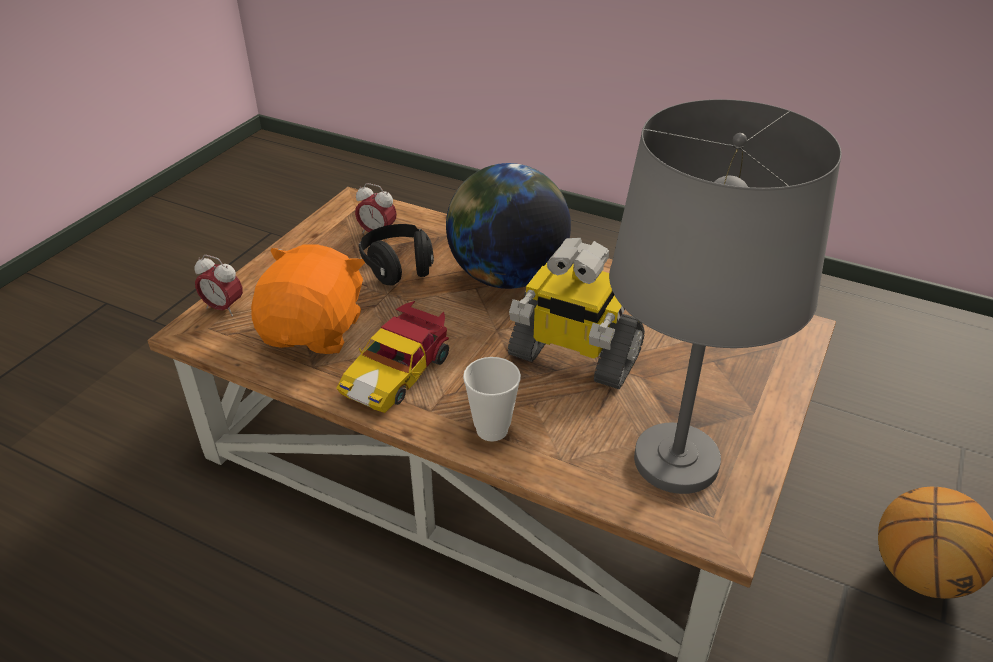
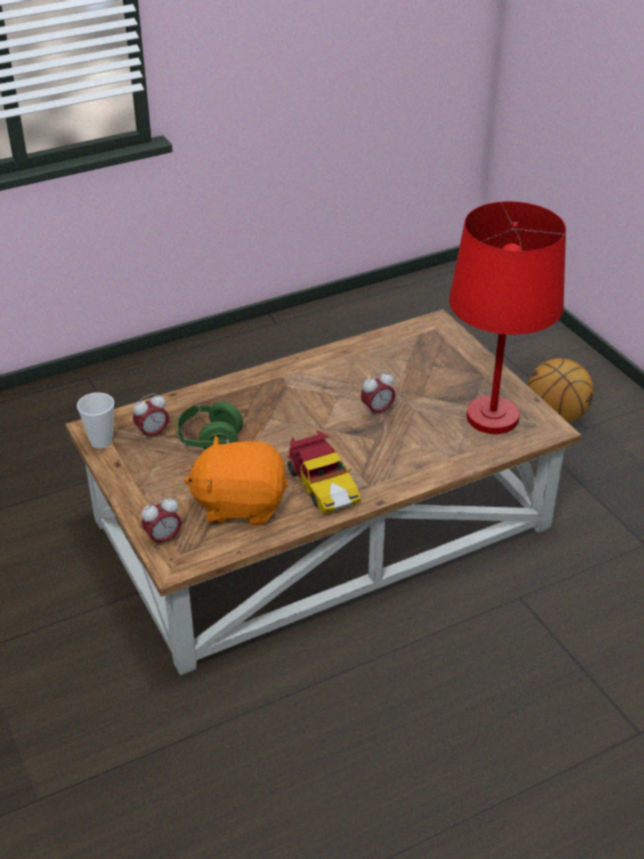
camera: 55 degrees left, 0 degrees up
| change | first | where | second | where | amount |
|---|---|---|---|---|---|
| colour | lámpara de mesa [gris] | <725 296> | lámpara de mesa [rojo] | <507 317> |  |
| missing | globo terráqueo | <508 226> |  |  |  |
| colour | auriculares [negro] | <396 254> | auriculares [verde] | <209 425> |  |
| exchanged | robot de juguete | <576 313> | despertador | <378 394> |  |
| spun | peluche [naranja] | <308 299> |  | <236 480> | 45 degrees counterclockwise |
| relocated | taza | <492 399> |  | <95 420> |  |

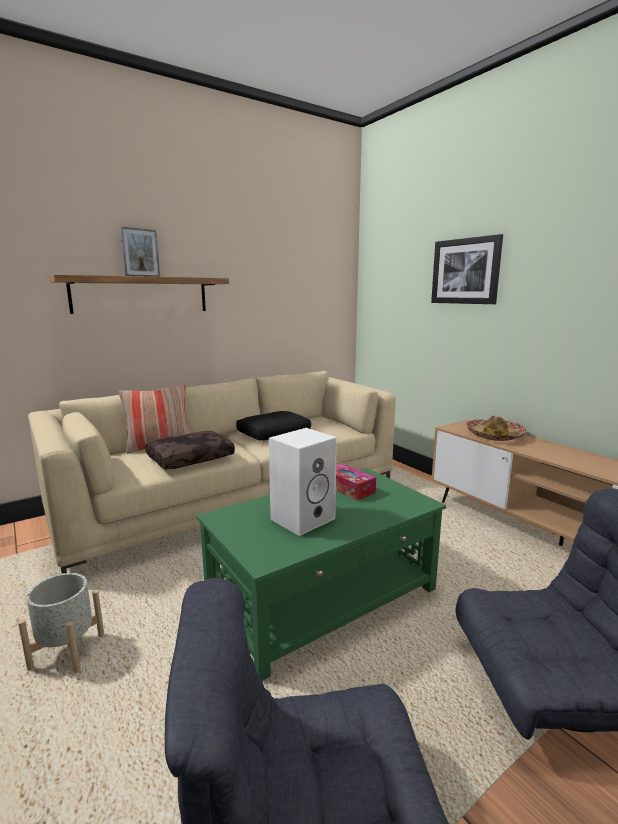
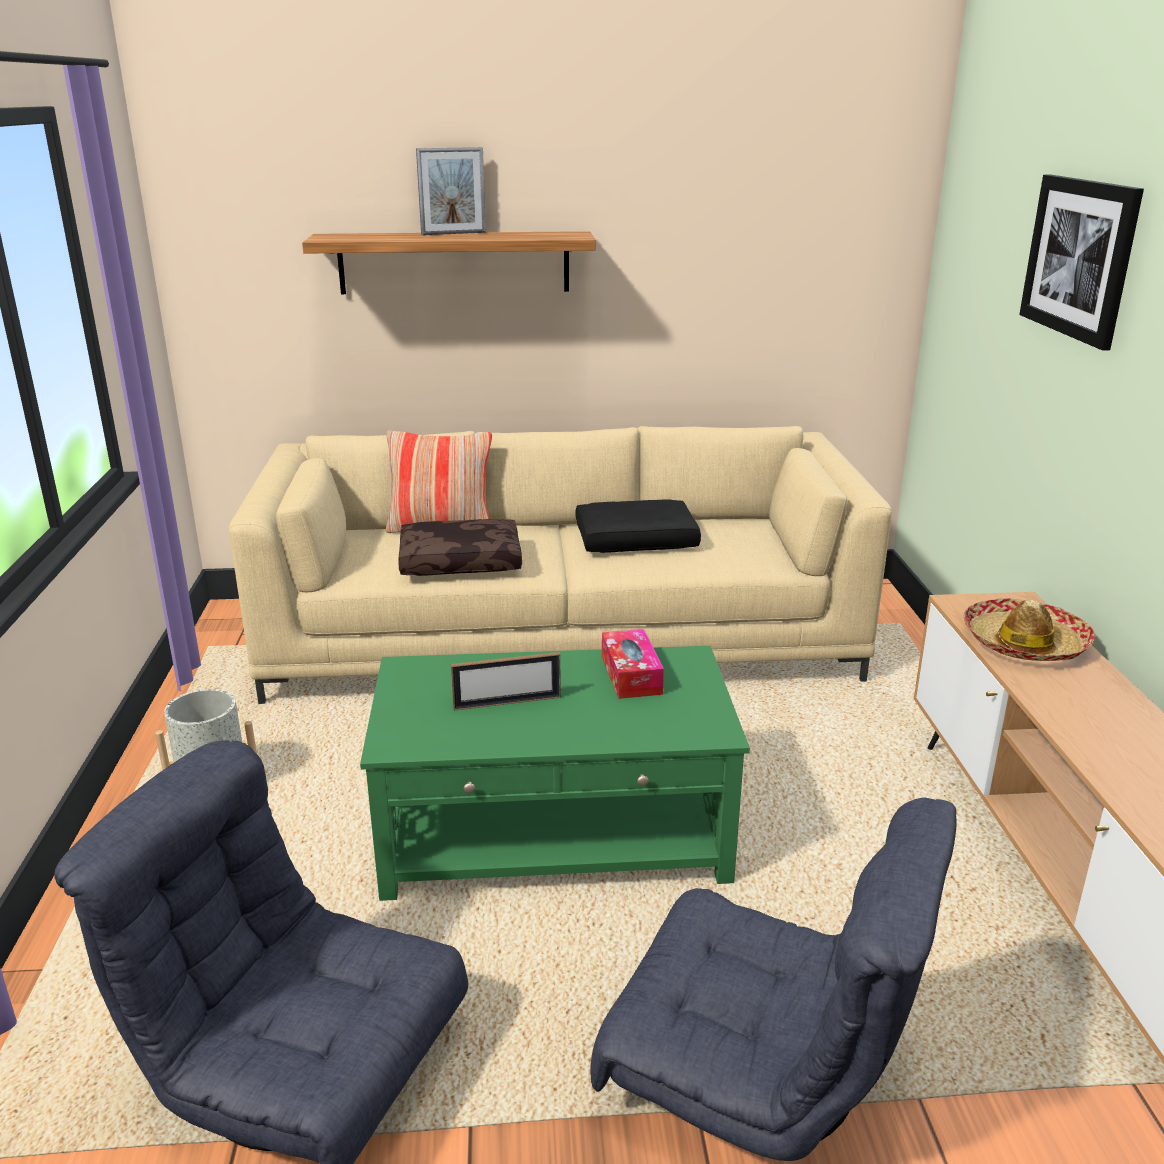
camera: 30 degrees right, 10 degrees up
| change | first | where | second | where | amount |
|---|---|---|---|---|---|
| exchanged | altavoz [blanco] | <303 482> | portarretratos | <506 681> |  |

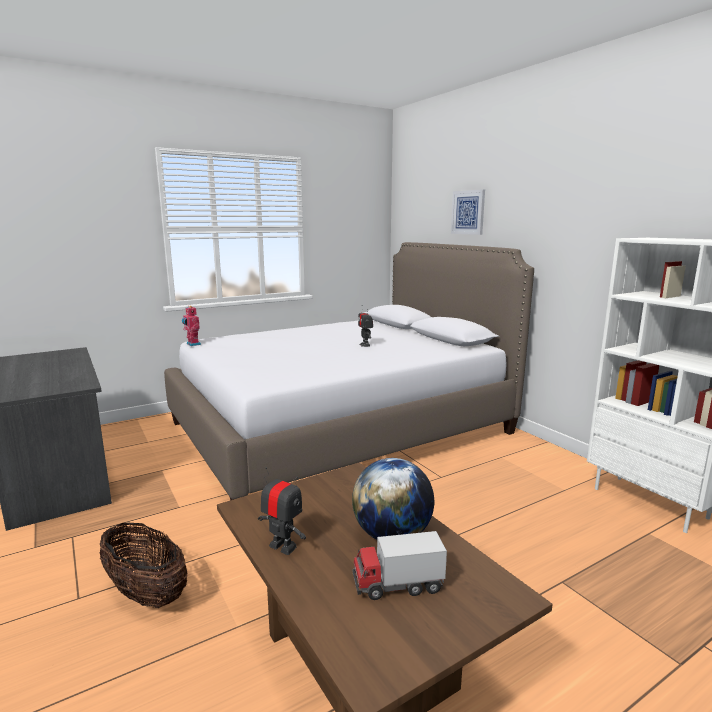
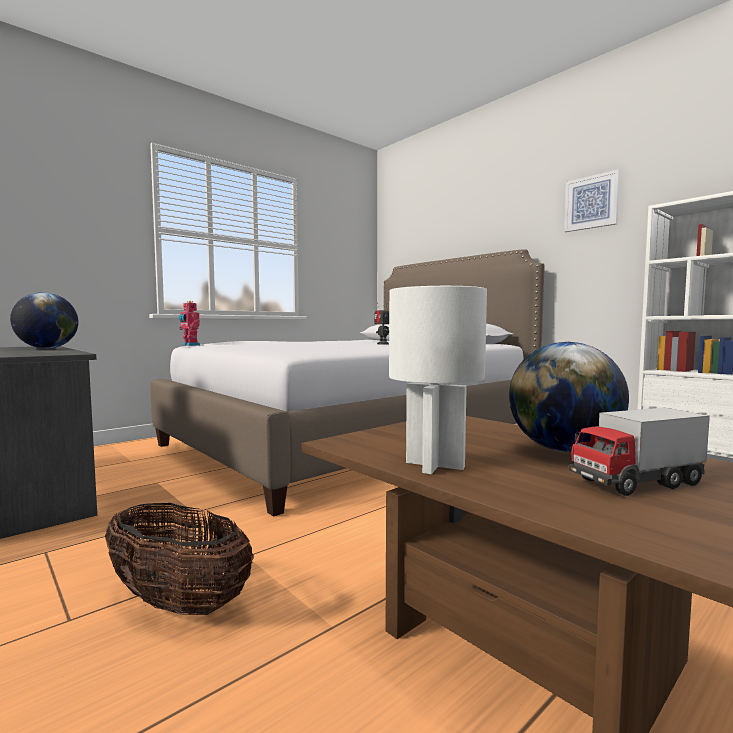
camera: 10 degrees left, 10 degrees down
| change | first | where | second | where | amount |
|---|---|---|---|---|---|
| relocated | cuadro | <468 212> |  | <592 200> |  |
| exchanged | robot de juguete | <282 511> | lámpara de mesa [blanco] | <438 380> |  |
| appeared |  |  | globo terráqueo | <44 320> |  |

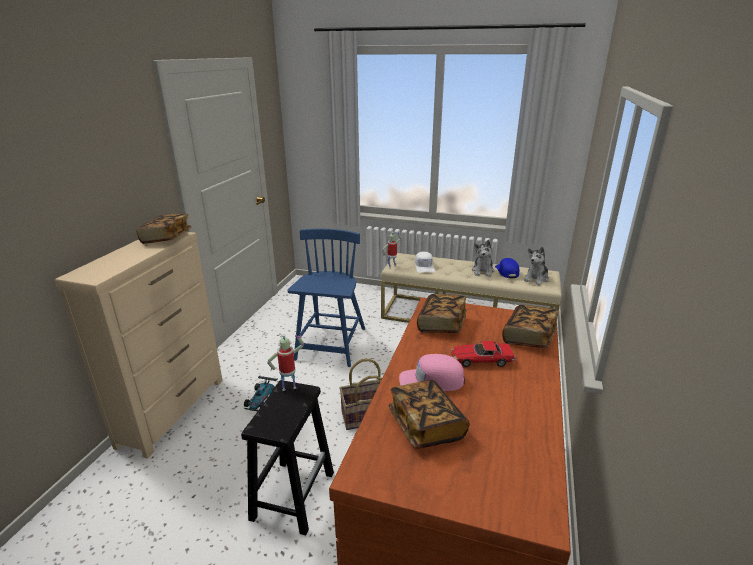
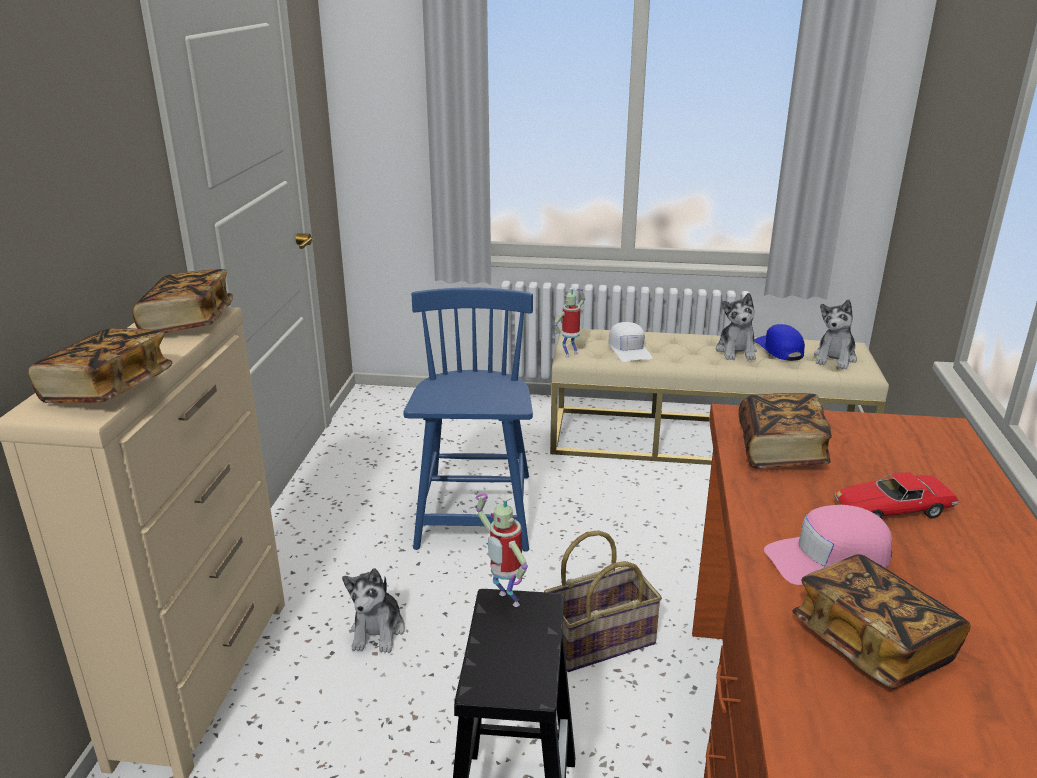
camera: 10 degrees left, 0 degrees up
| change | first | where | second | where | amount |
|---|---|---|---|---|---|
| relocated | libro | <530 326> |  | <100 365> |  |
| spun | robot de juguete | <285 362> |  | <502 550> | 105 degrees counterclockwise |
| exchanged | coche de juguete | <261 393> | peluche | <373 610> |  |

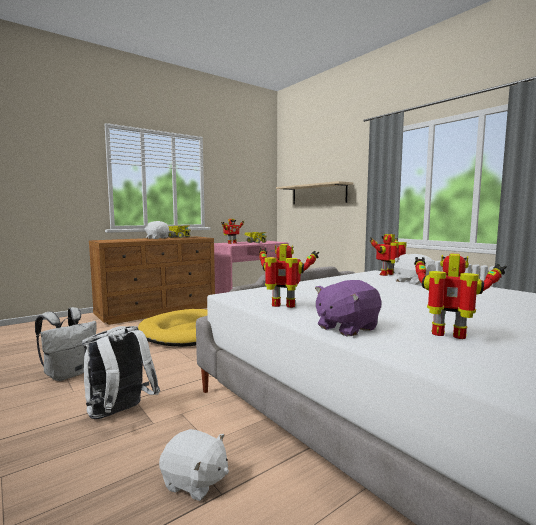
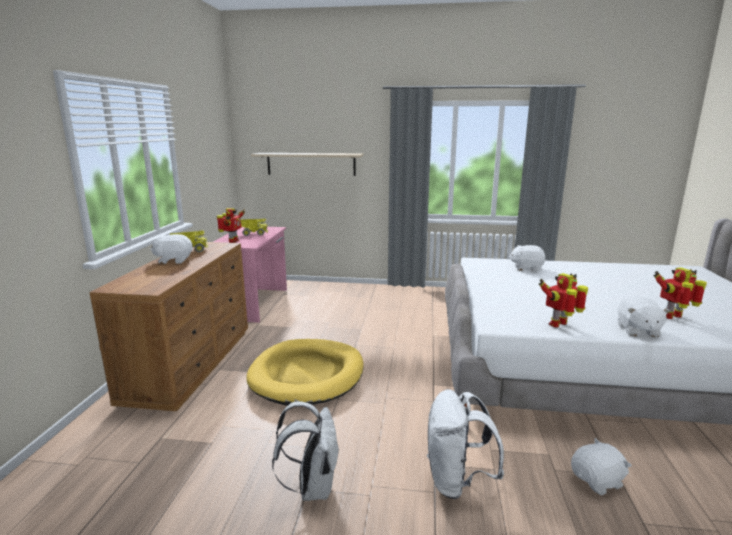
camera: 45 degrees left, 10 degrees up
| change | first | where | second | where | amount |
|---|---|---|---|---|---|
| missing | robot de juguete | <388 255> |  |  |  |
| colour | peluche [morado] | <348 308> | peluche [blanco] | <644 316> |  |

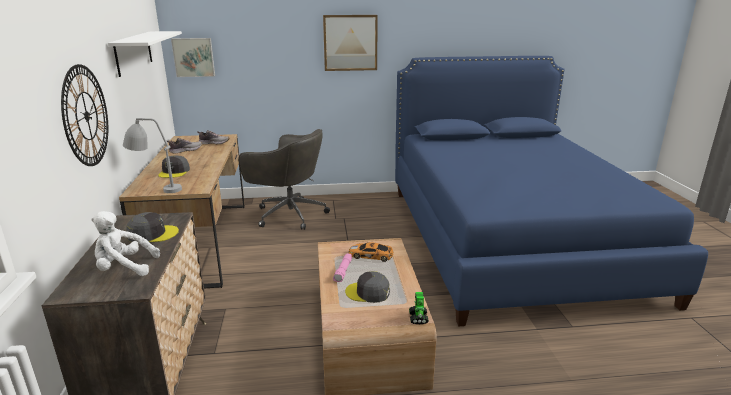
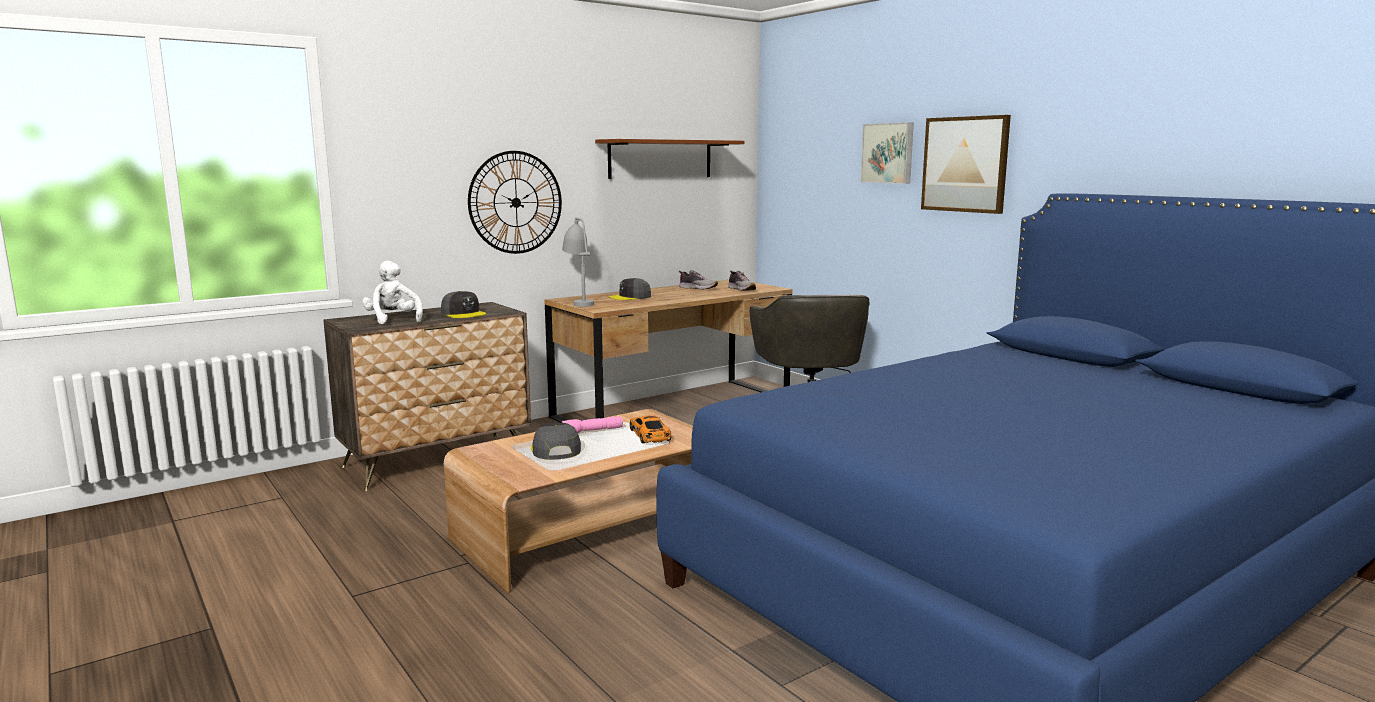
camera: 60 degrees right, 10 degrees down
| change | first | where | second | where | amount |
|---|---|---|---|---|---|
| colour | estante [blanco] | <145 54> | estante [marrón] | <669 159> |  |
| relocated | cuadro | <193 57> |  | <887 153> |  |
| missing | robot de juguete | <419 308> |  |  |  |

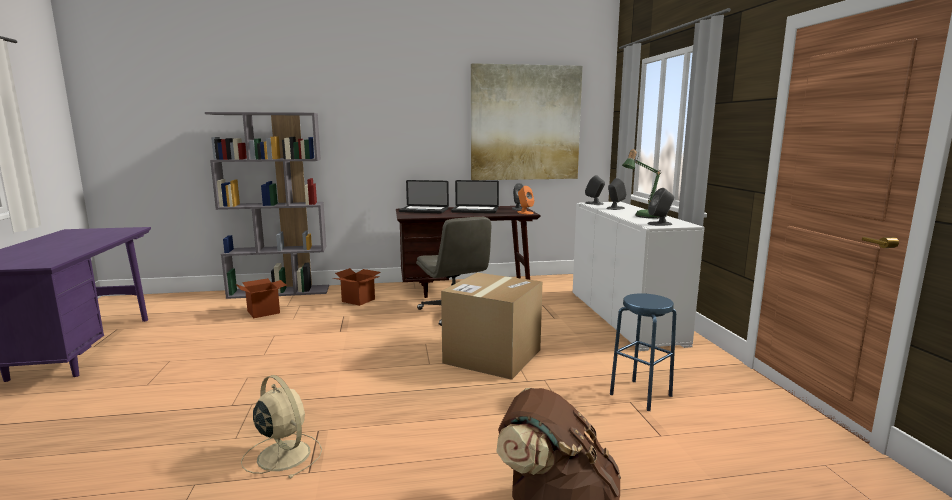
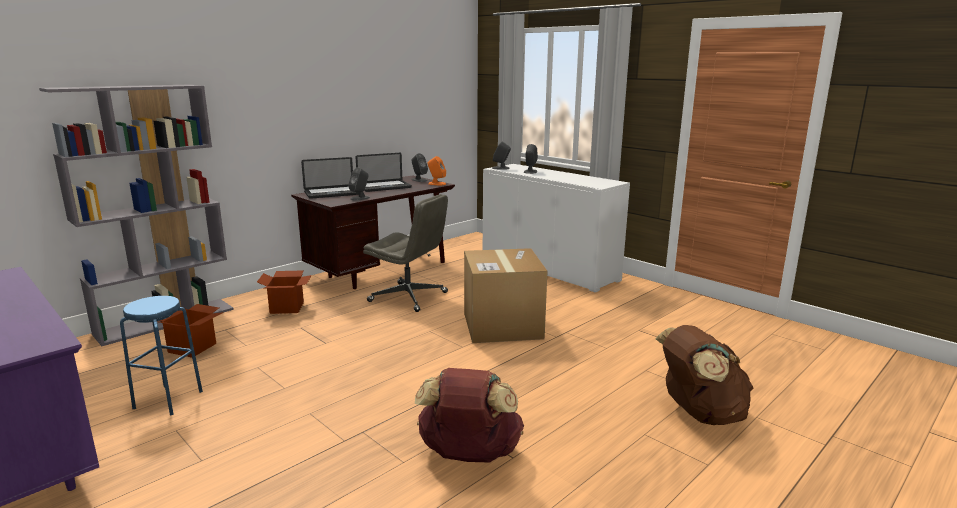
camera: 35 degrees left, 5 degrees up
| change | first | where | second | where | amount |
|---|---|---|---|---|---|
| missing | cuadro | <526 121> |  |  |  |
| missing | lámpara de mesa | <644 184> |  |  |  |
| relocated | altavoz [gris] | <661 207> |  | <359 184> |  |
| relocated | taburete [azul] | <643 352> |  | <161 356> |  |
| exchanged | ventilador [beis] | <281 427> | mochila [marrón] | <469 415> |  |

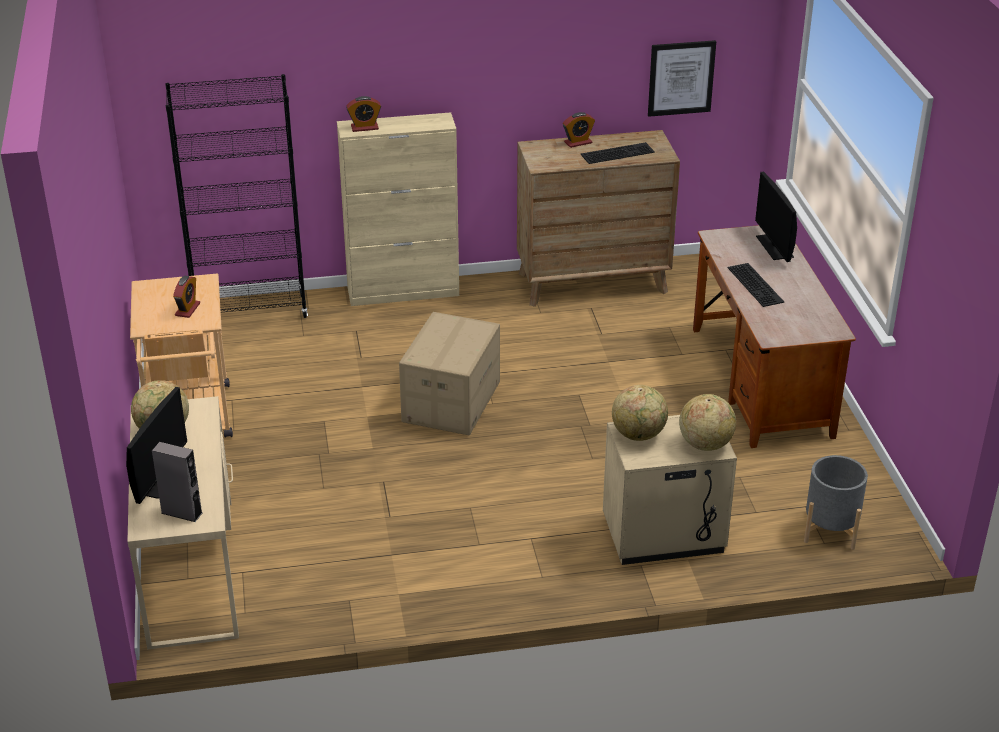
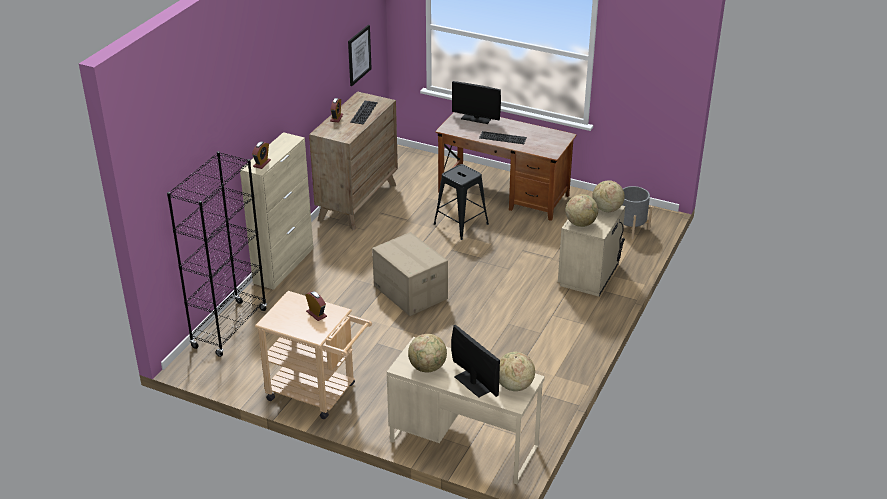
camera: 55 degrees left, 0 degrees up
| change | first | where | second | where | amount |
|---|---|---|---|---|---|
| exchanged | altavoz [gris] | <177 482> | globo terráqueo | <517 371> |  |
| appeared |  |  | taburete [negro] | <461 202> |  |

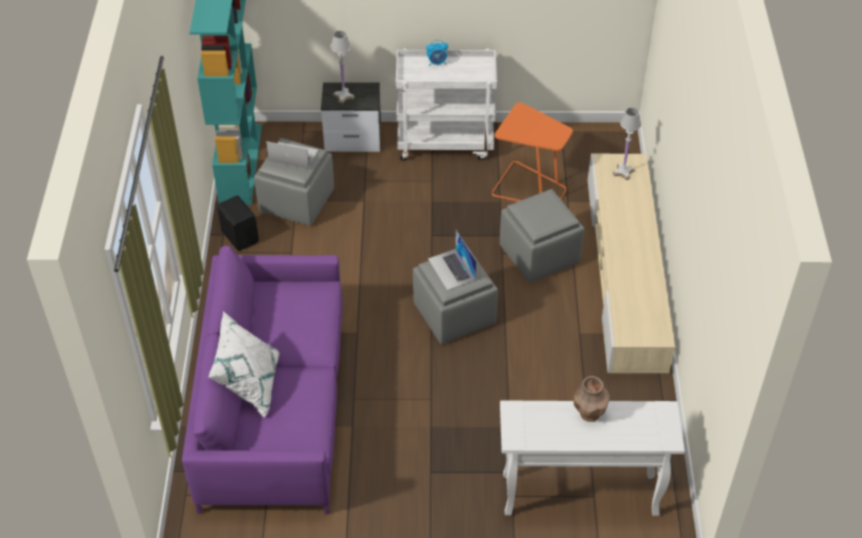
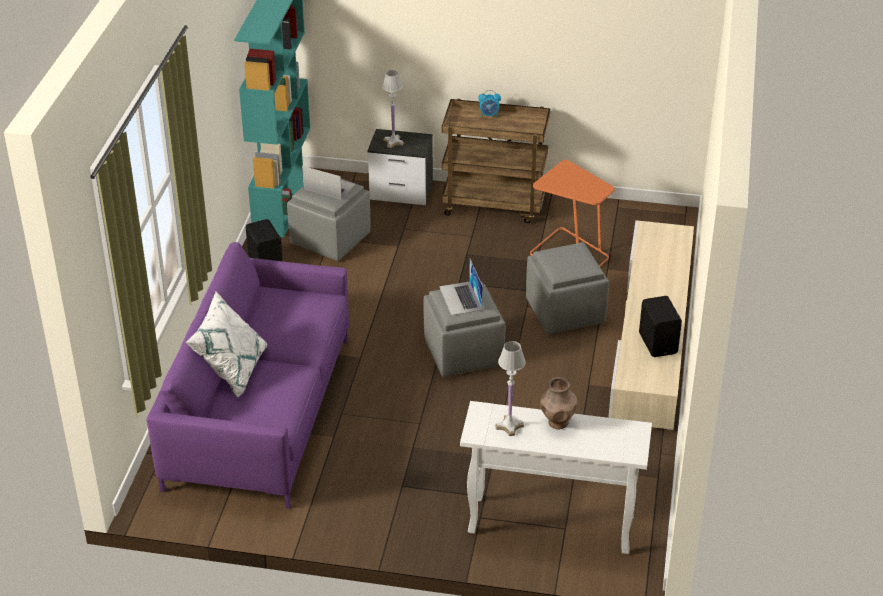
camera: 10 degrees right, 10 degrees down
| change | first | where | second | where | amount |
|---|---|---|---|---|---|
| colour | carrito [blanco] | <446 105> | carrito [marrón] | <496 161> |  |
| relocated | lámpara de mesa [blanco] | <627 143> |  | <510 388> |  |
| appeared |  |  | altavoz [negro] | <660 326> |  |

